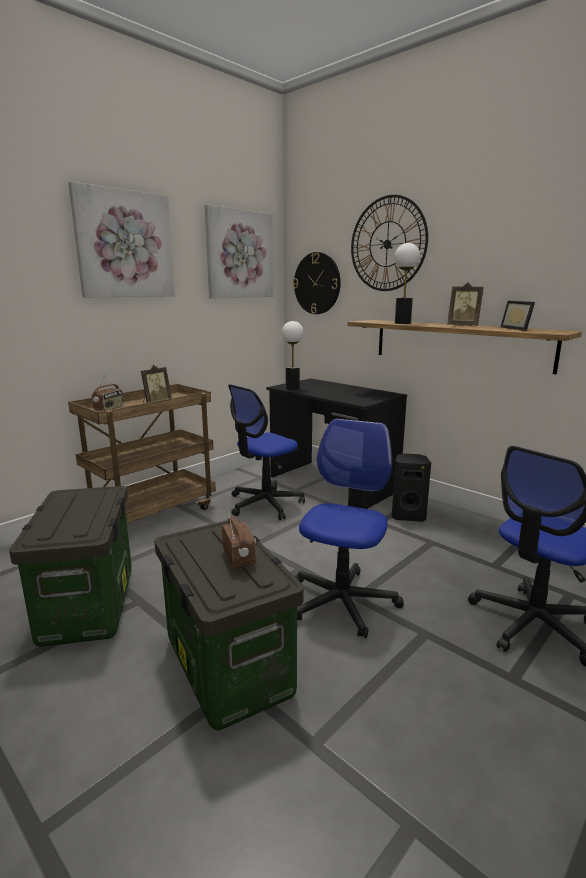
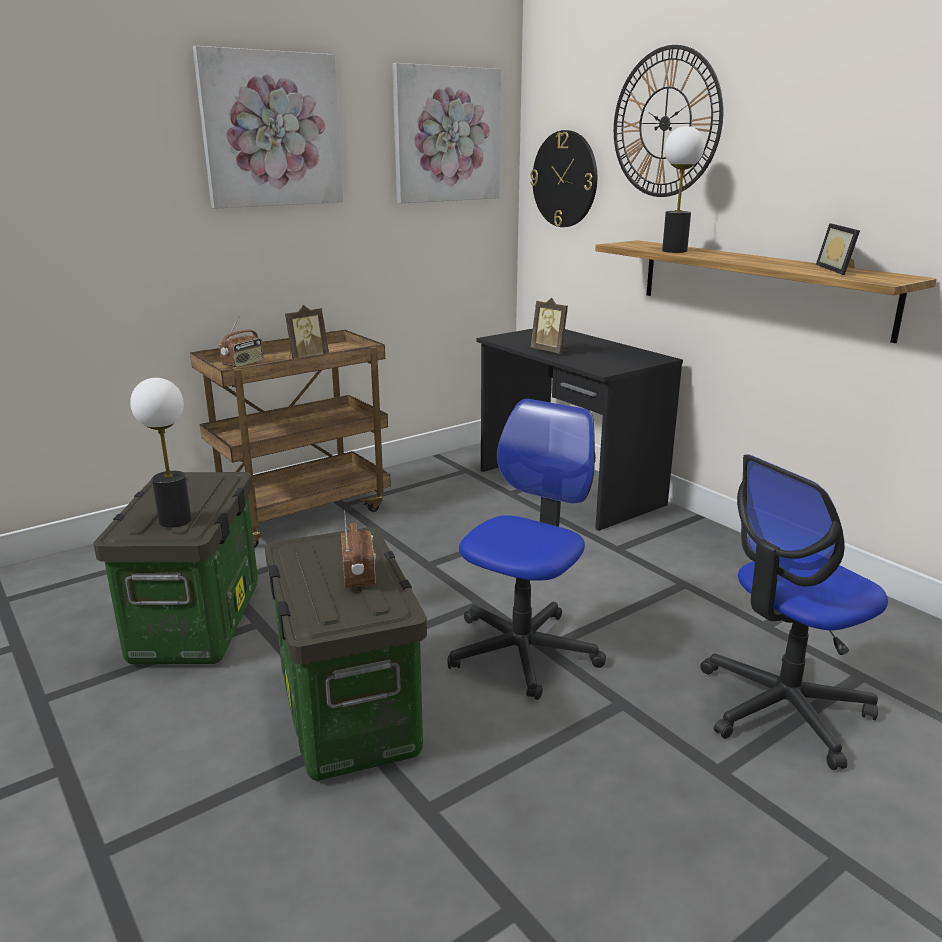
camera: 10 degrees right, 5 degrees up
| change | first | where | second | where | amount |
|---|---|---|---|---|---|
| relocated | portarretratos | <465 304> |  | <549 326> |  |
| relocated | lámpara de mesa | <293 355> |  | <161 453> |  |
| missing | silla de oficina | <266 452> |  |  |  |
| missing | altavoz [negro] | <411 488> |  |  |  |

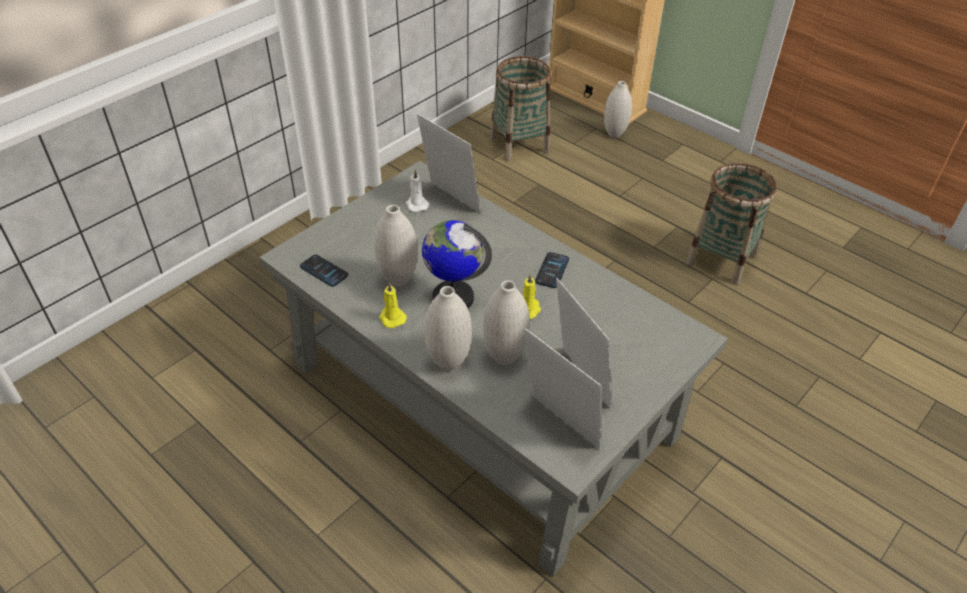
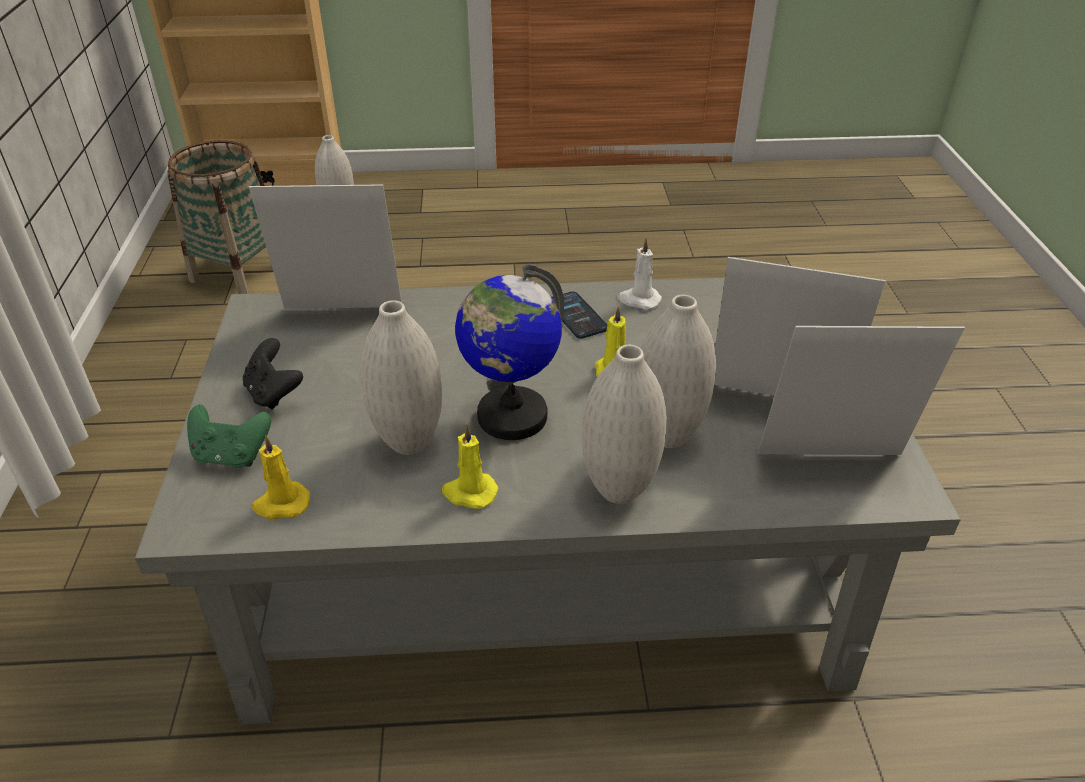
camera: 45 degrees left, 5 degrees down
| change | first | where | second | where | amount |
|---|---|---|---|---|---|
| missing | cesta | <731 224> |  |  |  |
| relocated | vela [blanco] | <417 191> |  | <640 273> |  |
| exchanged | móvil | <324 271> | vela [amarillo] | <281 477> |  |
| appeared |  |  | mando de consola [negro] | <273 374> |  |
| appeared |  |  | mando de consola [verde] | <229 436> |  |

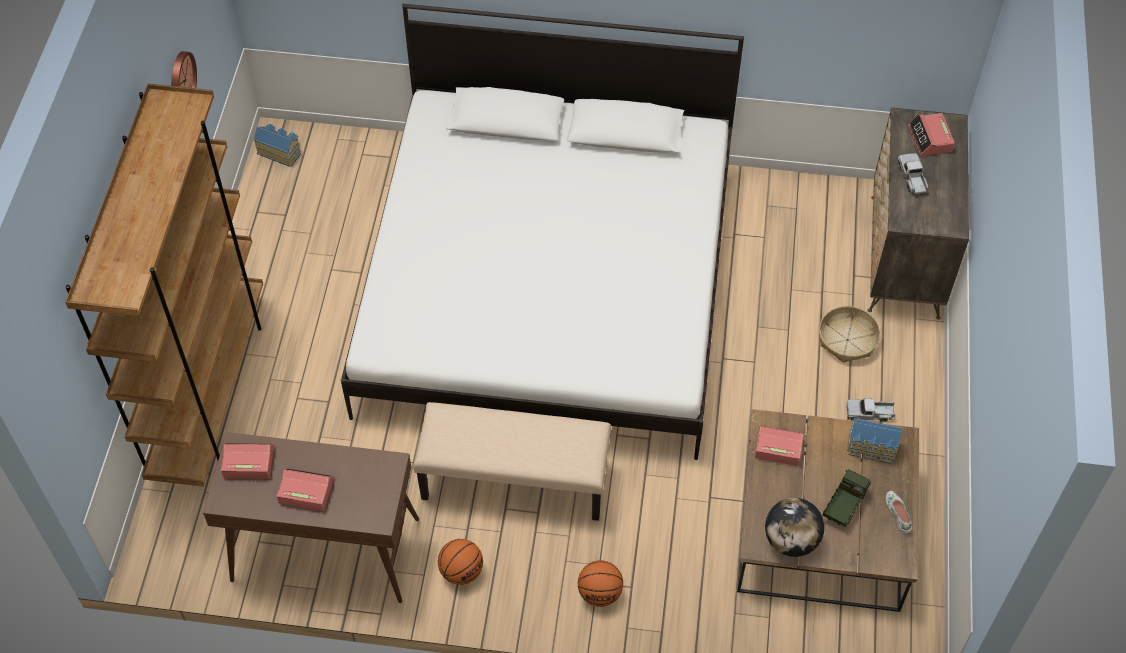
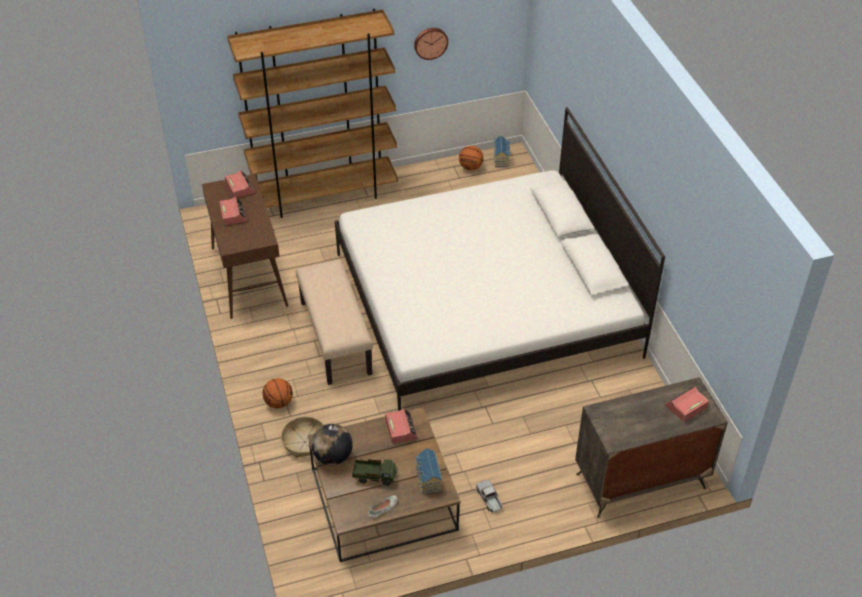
camera: 65 degrees right, 10 degrees down
| change | first | where | second | where | amount |
|---|---|---|---|---|---|
| missing | camión de juguete | <913 174> |  |  |  |
| relocated | cesta | <850 334> |  | <302 437> |  |
| relocated | balón de baloncesto | <460 562> |  | <471 158> |  |

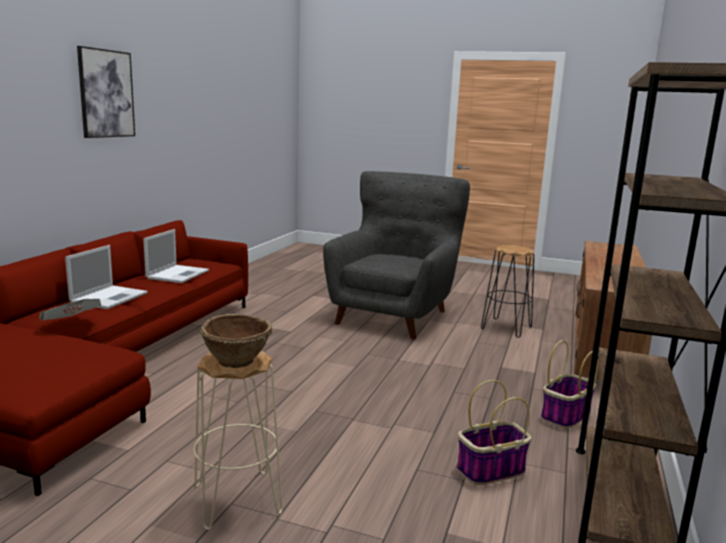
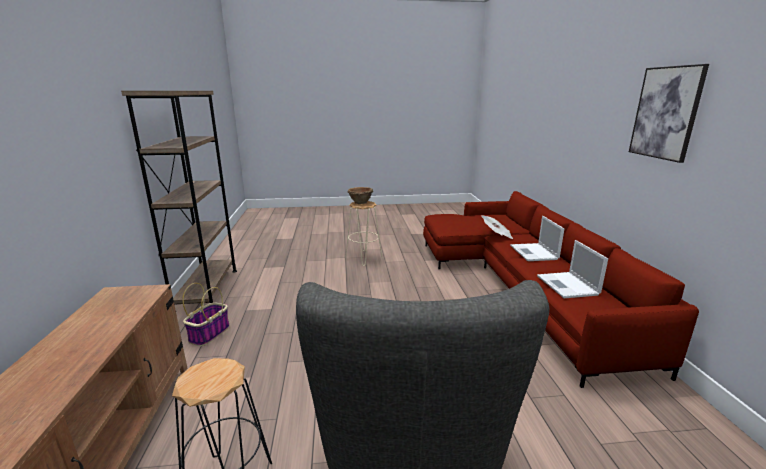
camera: 155 degrees right, 5 degrees up
| change | first | where | second | where | amount |
|---|---|---|---|---|---|
| missing | cesta | <494 432> |  |  |  |

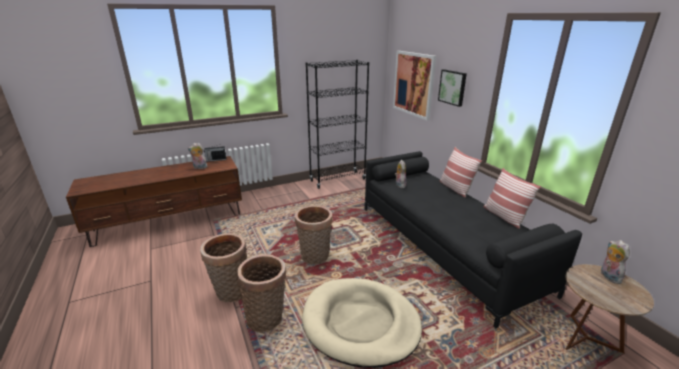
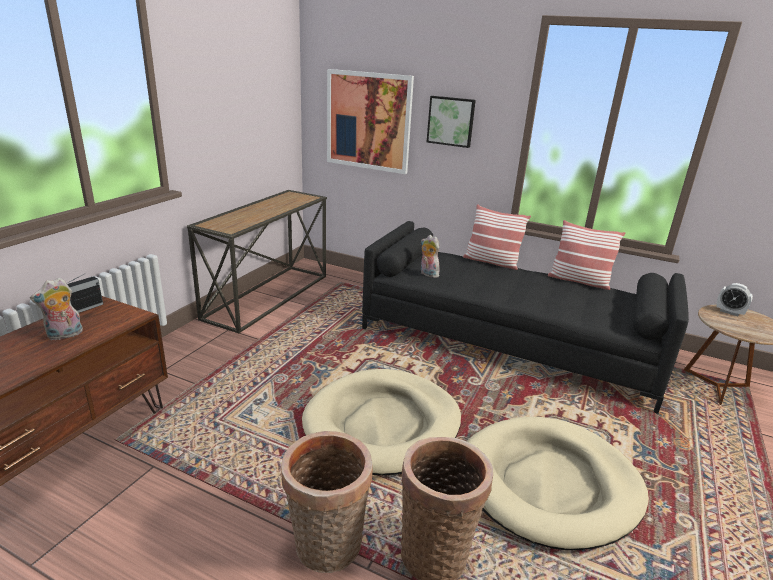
camera: 40 degrees left, 0 degrees up
| change | first | where | second | where | amount |
|---|---|---|---|---|---|
| exchanged | estantería [negro] | <337 124> | mesa consola | <257 261> |  |
| exchanged | cesta | <314 234> | cama para perro [beis] | <381 422> |  |
| exchanged | peluche | <615 262> | despertador | <734 299> |  |

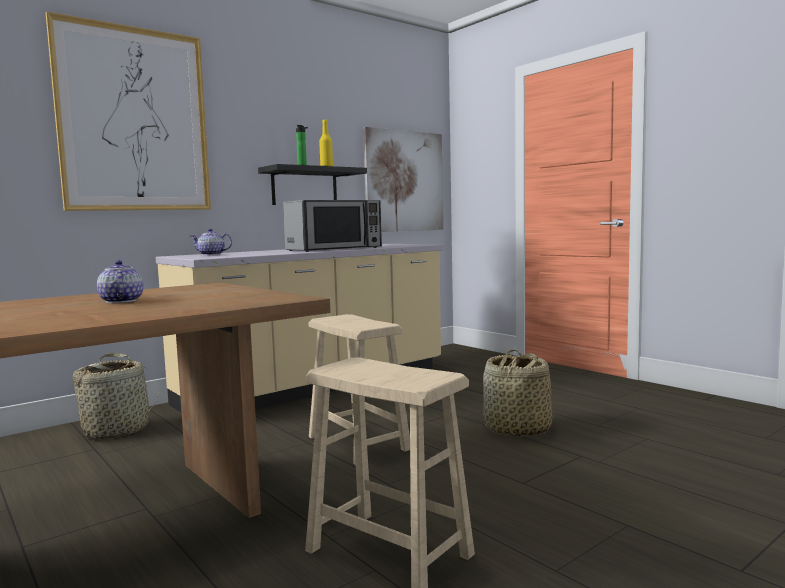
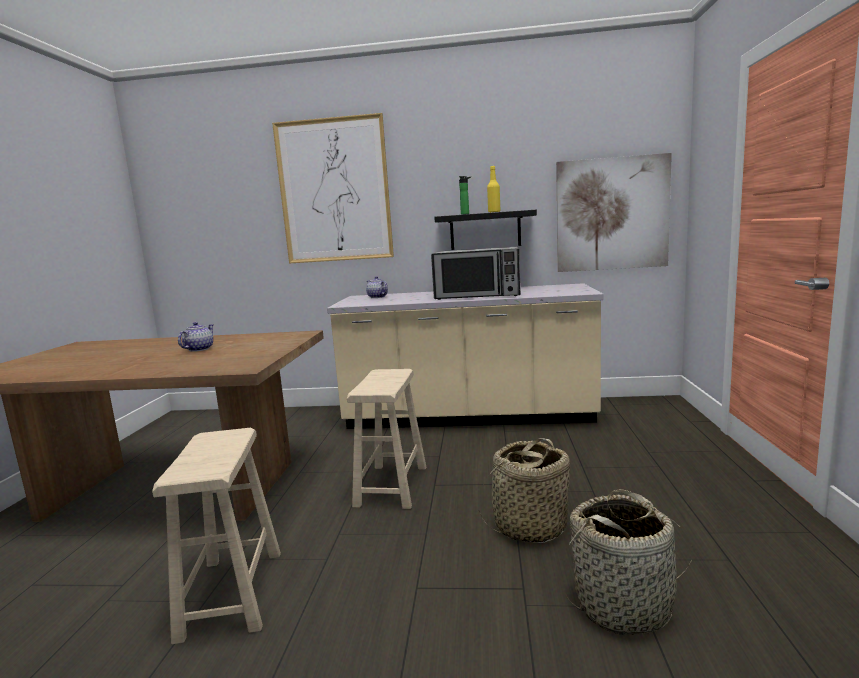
camera: 45 degrees right, 5 degrees up
| change | first | where | second | where | amount |
|---|---|---|---|---|---|
| relocated | cesta | <116 396> |  | <628 562> |  |

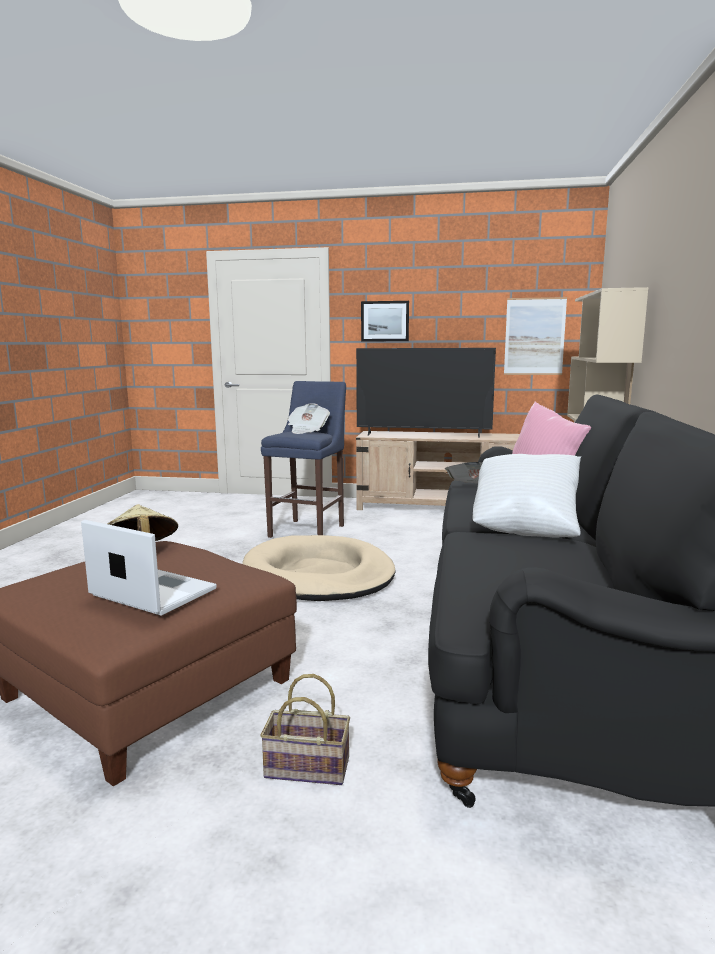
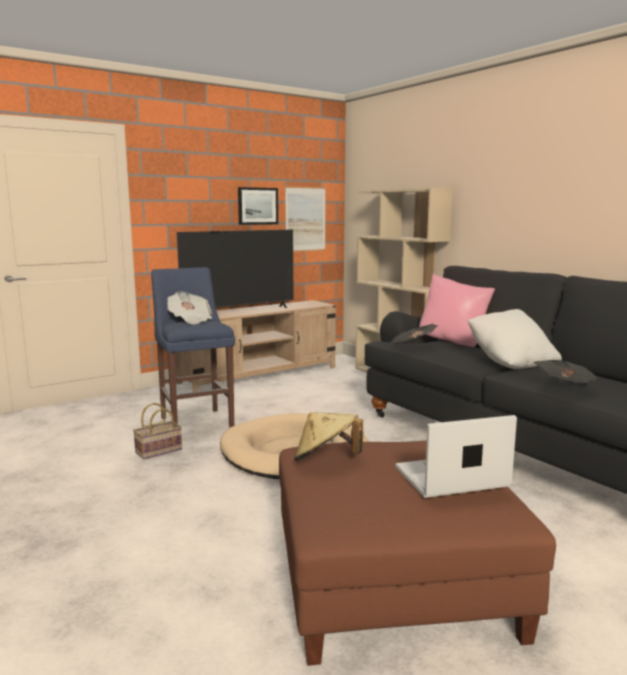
camera: 45 degrees left, 0 degrees up
| change | first | where | second | where | amount |
|---|---|---|---|---|---|
| relocated | cuadro | <385 321> |  | <258 206> |  |
| relocated | cesta | <305 729> |  | <157 431> |  |
| appeared |  |  | periódico | <566 371> |  |

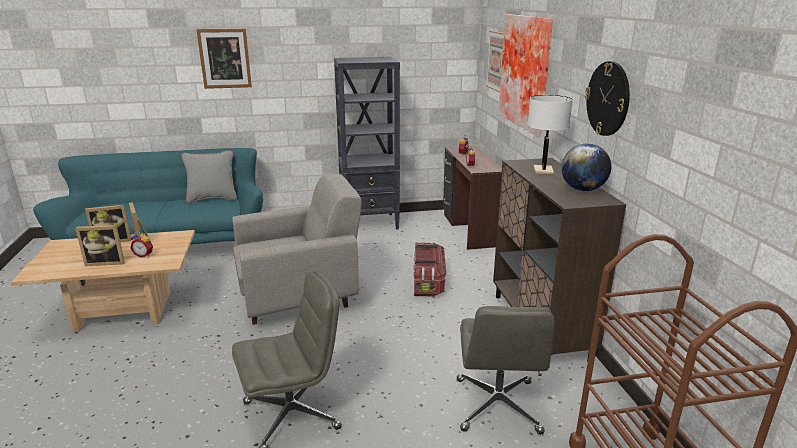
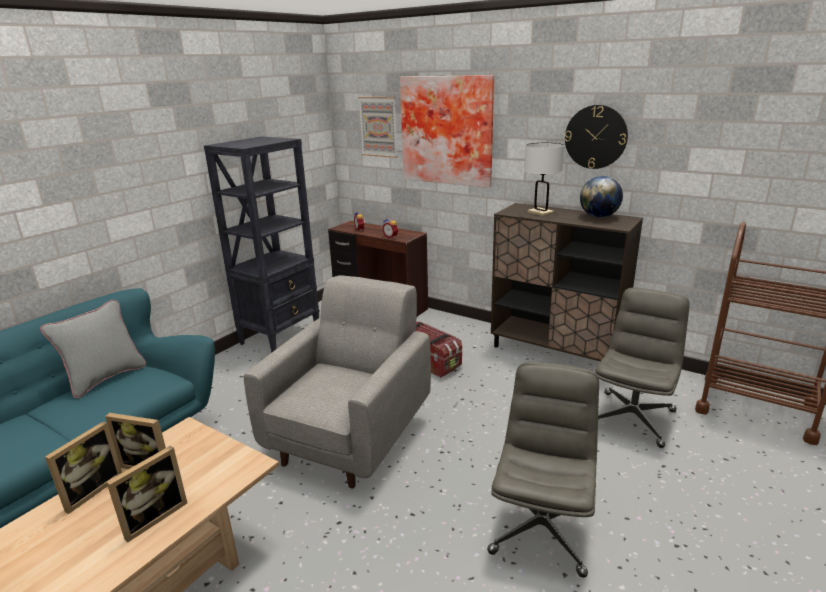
camera: 45 degrees left, 0 degrees up
| change | first | where | second | where | amount |
|---|---|---|---|---|---|
| missing | cuadro | <224 59> |  |  |  |
| missing | despertador | <141 245> |  |  |  |
| spun | silla de oficina [gris] | <506 370> |  | <642 367> | 105 degrees counterclockwise |

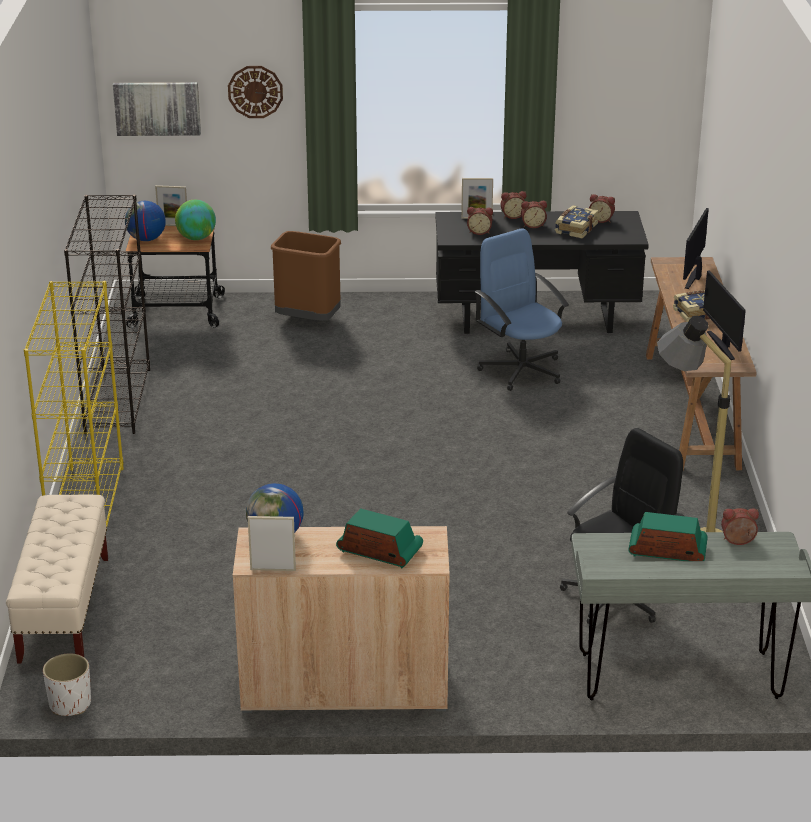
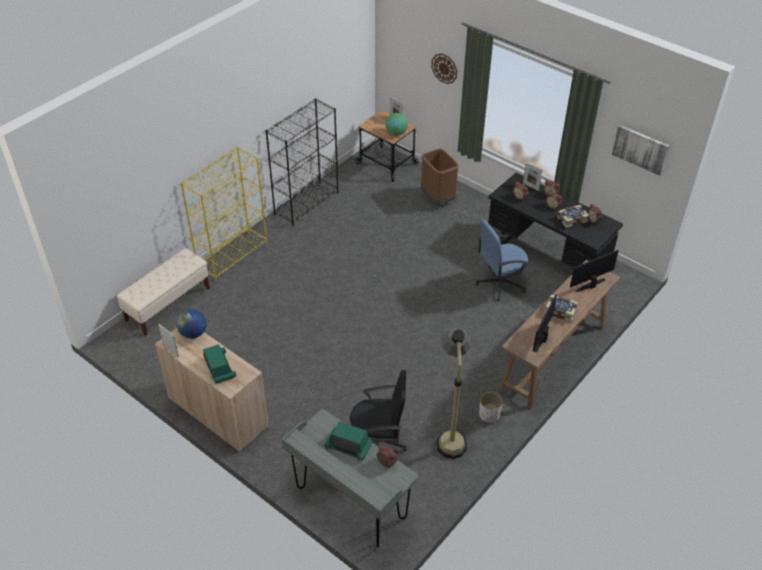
camera: 40 degrees right, 15 degrees up
| change | first | where | second | where | amount |
|---|---|---|---|---|---|
| relocated | cuadro | <157 109> |  | <640 150> |  |
| missing | globo terráqueo | <145 221> |  |  |  |
| spun | silla de oficina [azul] | <521 309> |  | <502 260> | 120 degrees counterclockwise |
| spun | radio | <668 536> |  | <348 441> | 150 degrees clockwise |
| relocated | maceta [blanco] | <67 684> |  | <491 407> |  |

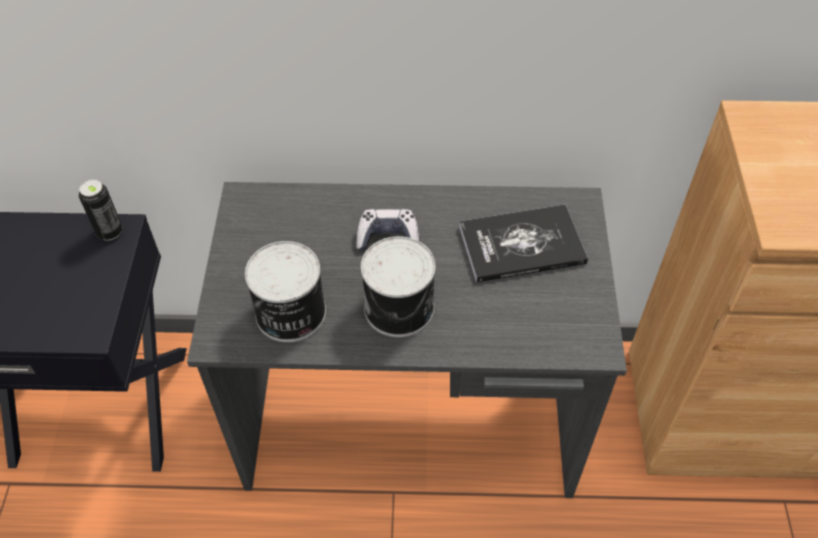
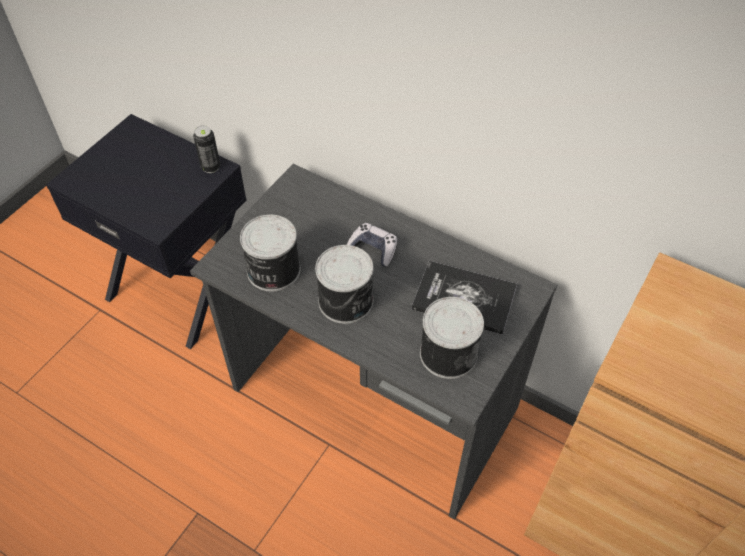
camera: 30 degrees right, 0 degrees up
| change | first | where | second | where | amount |
|---|---|---|---|---|---|
| appeared |  |  | lata | <452 338> |  |

